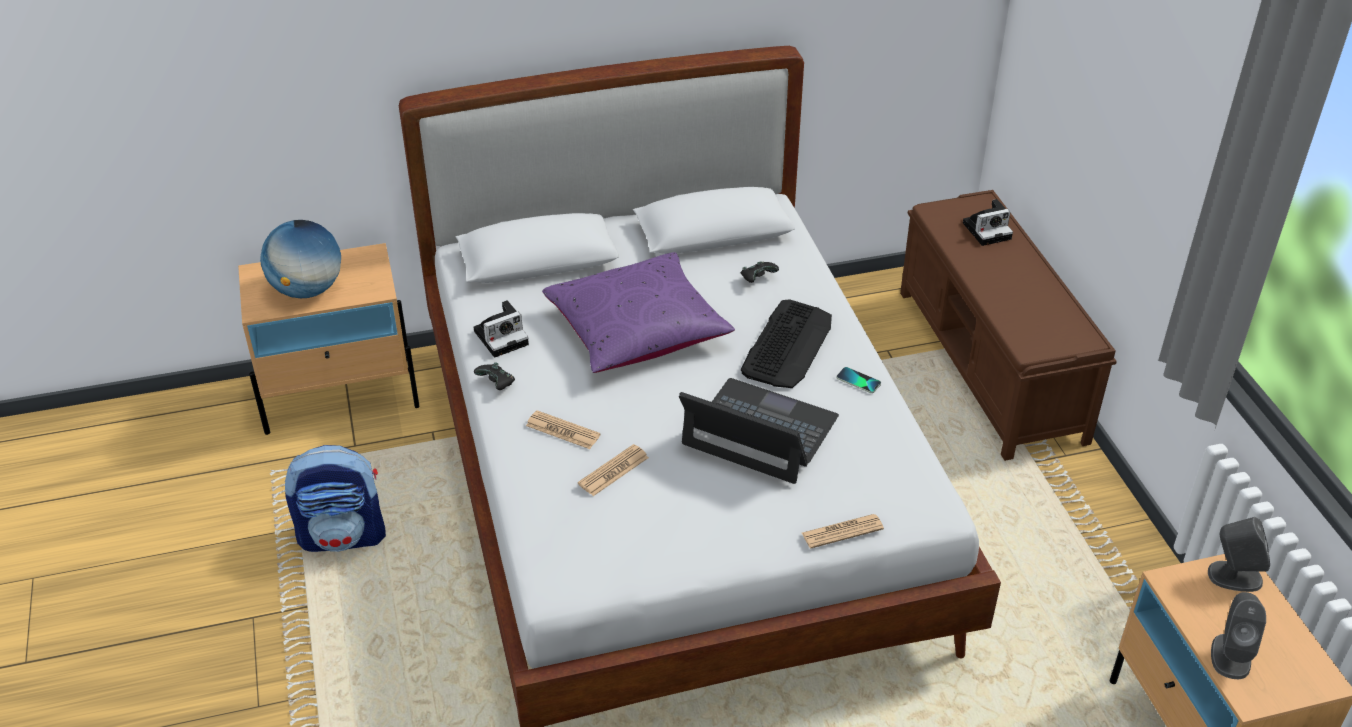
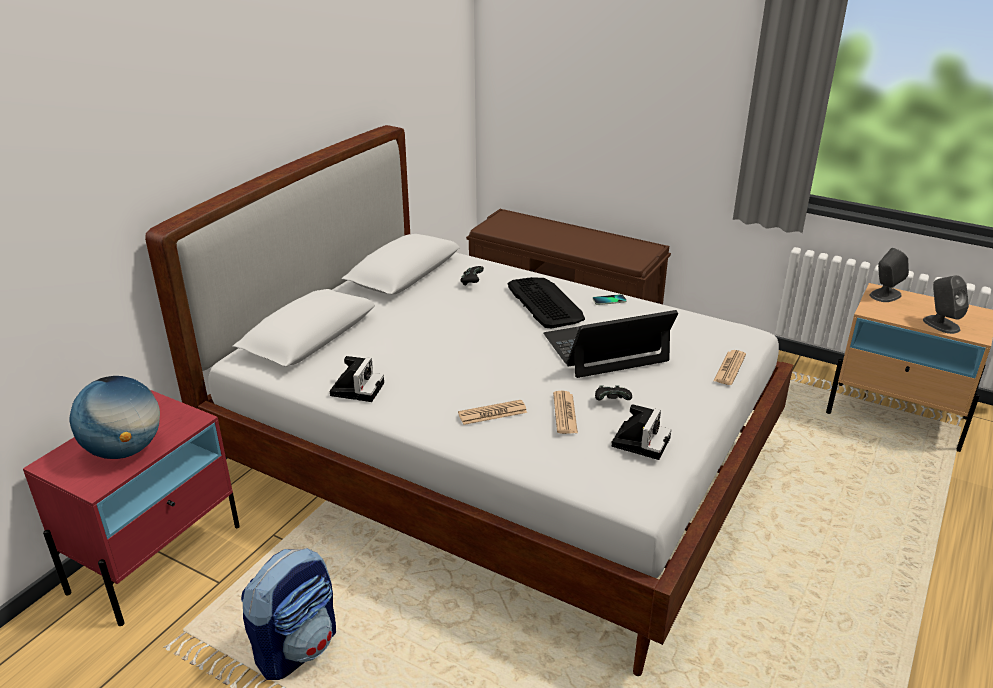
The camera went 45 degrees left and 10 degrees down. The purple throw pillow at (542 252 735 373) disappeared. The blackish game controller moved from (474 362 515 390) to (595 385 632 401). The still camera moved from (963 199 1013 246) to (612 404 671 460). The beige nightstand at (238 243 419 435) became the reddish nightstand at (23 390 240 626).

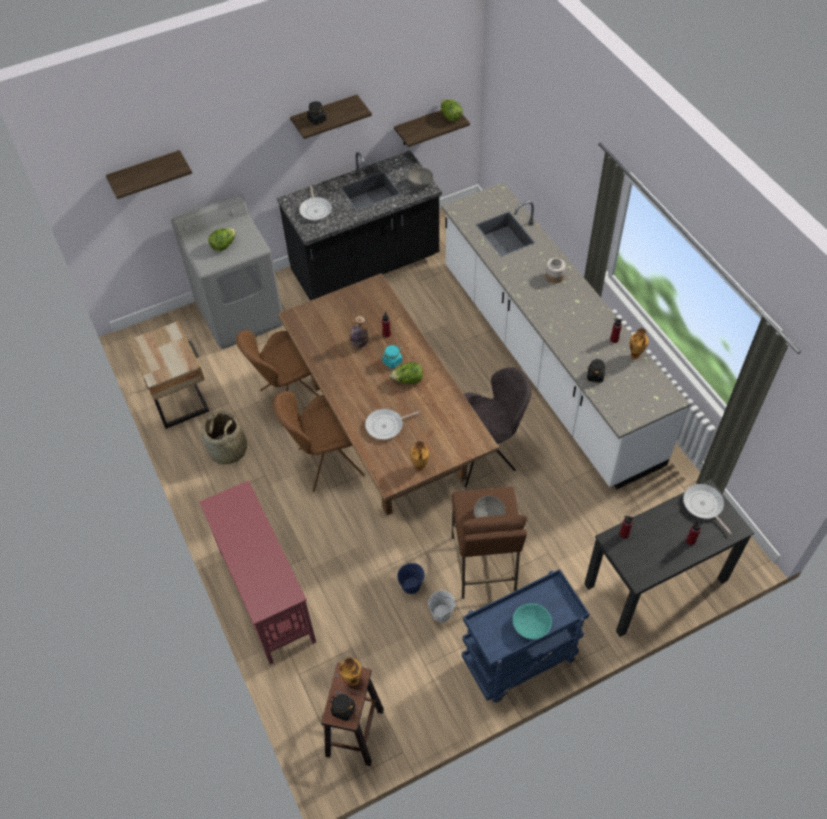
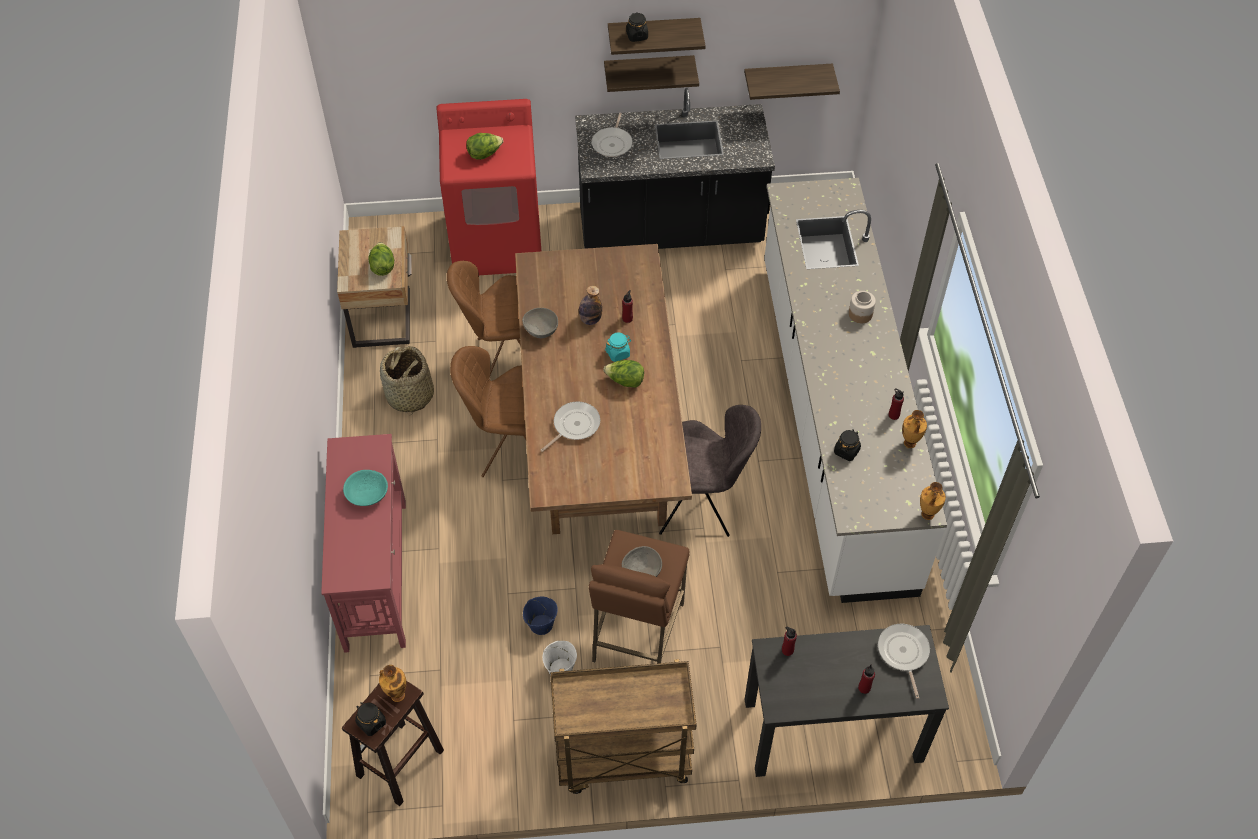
The camera went 20 degrees right and 0 degrees up. The wall shelf moved from (106 150 192 199) to (604 55 699 92). The grey bowl moved from (407 167 434 188) to (522 308 558 338). The decorative vase moved from (410 441 429 471) to (920 482 946 520). The lettuce moved from (441 100 462 122) to (368 242 394 276). The turquoise-coloured bowl moved from (513 603 552 639) to (343 470 388 506). The grey laundry appliance at (171 195 283 349) became the reddish laundry appliance at (437 99 542 275). The blue-coloured wheeled cart at (462 569 589 702) became the brownish wheeled cart at (550 659 697 794). The skillet at (365 409 421 440) turned 135 degrees clockwise.

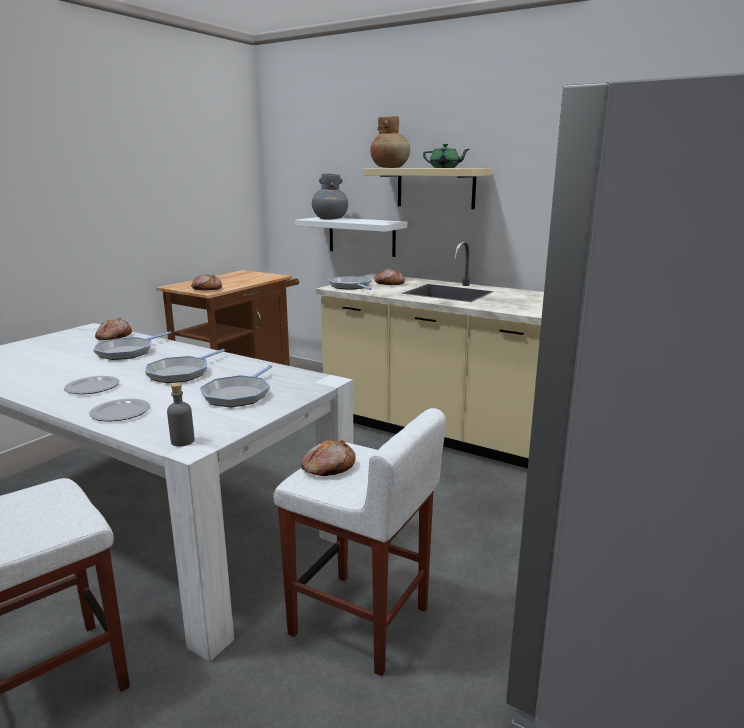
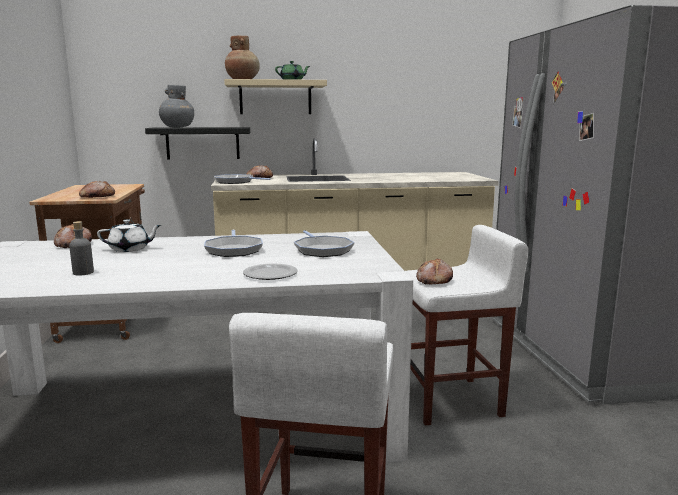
The camera went 40 degrees left and 5 degrees down. The plate at (64 376 120 394) disappeared. The grey beverage bottle moved from (167 383 195 446) to (69 221 94 275). The skillet at (93 331 172 360) was replaced by the white-coloured pot for tea at (97 219 161 252). The white-coloured wall shelf at (295 217 407 257) became the blackish wall shelf at (145 127 250 160).

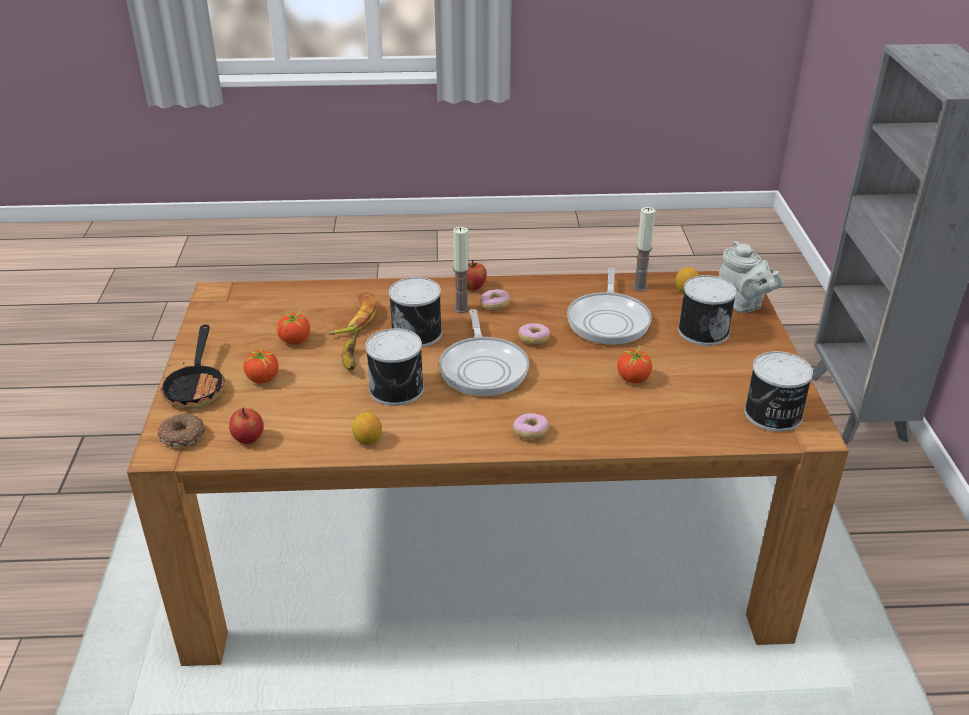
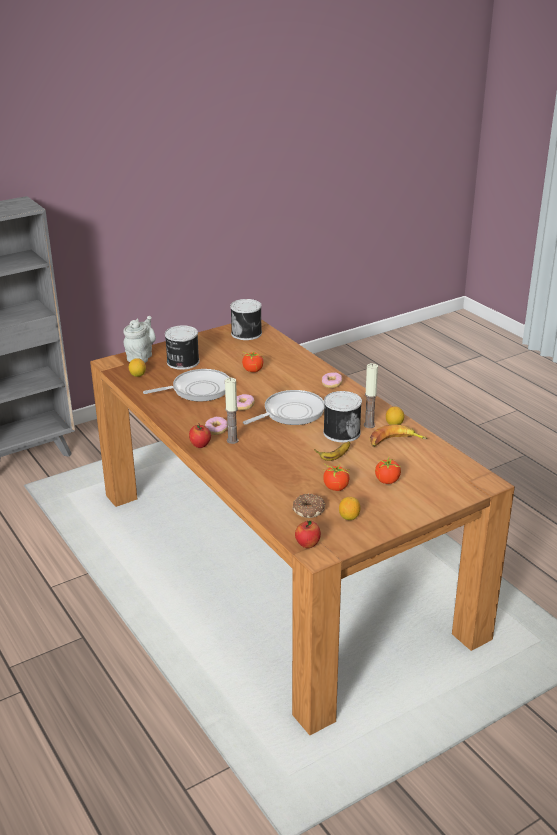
The camera went 120 degrees left and 5 degrees down. The skillet at (160 324 225 409) disappeared. The metal can at (389 277 442 347) disappeared. The citrus fruit at (339 497 360 520) appeared. The donut moved from (158 413 206 447) to (292 494 325 518). The whole apple moved from (229 408 264 444) to (295 521 321 548). The banana fruit moved from (328 292 376 335) to (370 424 427 447). The candle moved from (633 207 656 291) to (364 363 378 428).

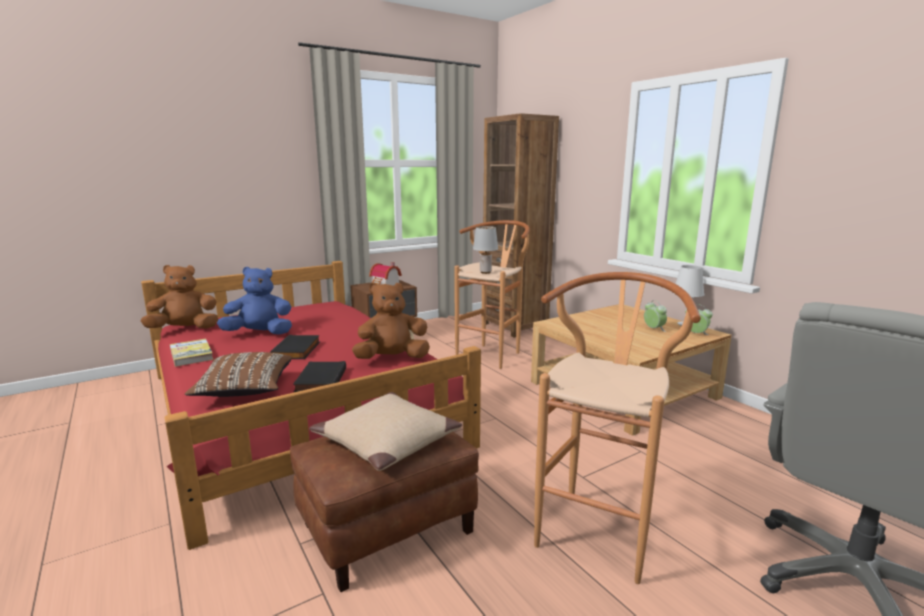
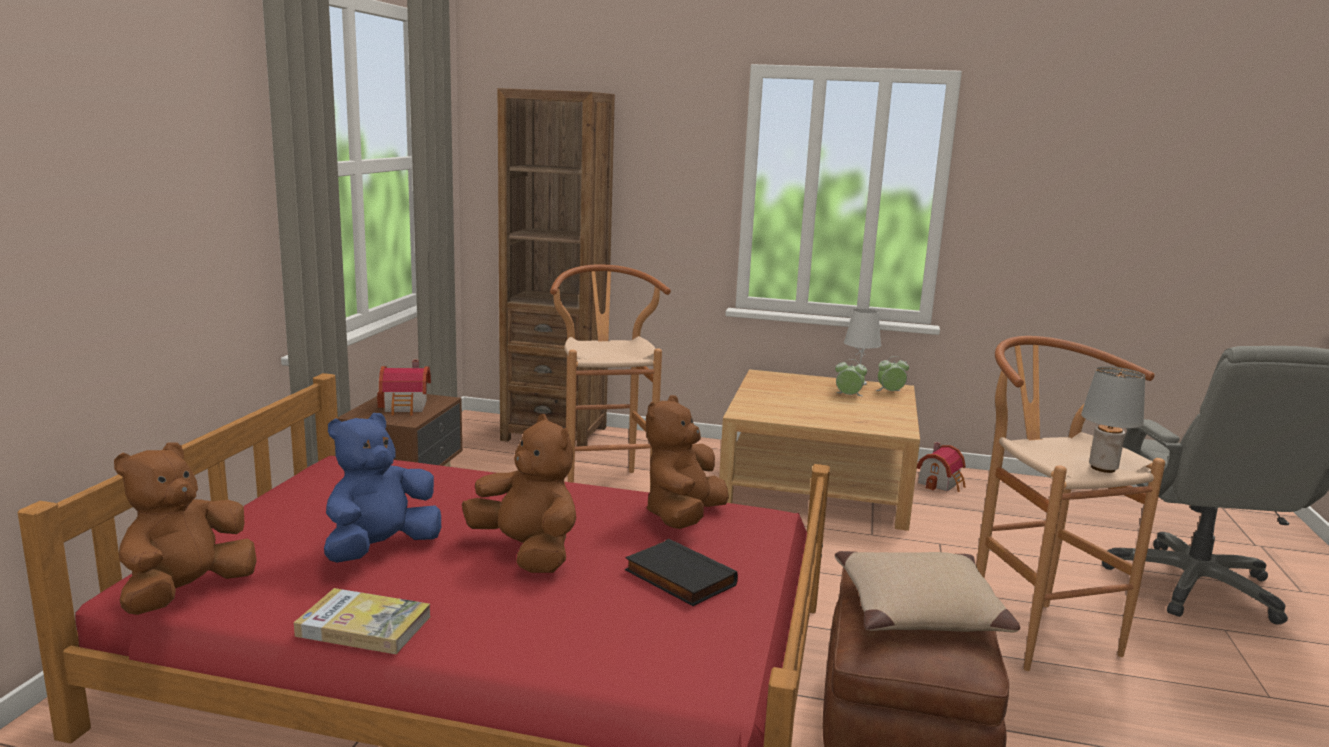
The camera went 45 degrees left and 0 degrees up. The brownish throw pillow at (185 352 292 397) disappeared. The miniature house at (917 442 966 492) appeared. The grey table lamp moved from (473 226 498 274) to (1081 367 1145 473). The blackish book at (270 335 320 359) was replaced by the brownish soft toy at (462 414 576 573).

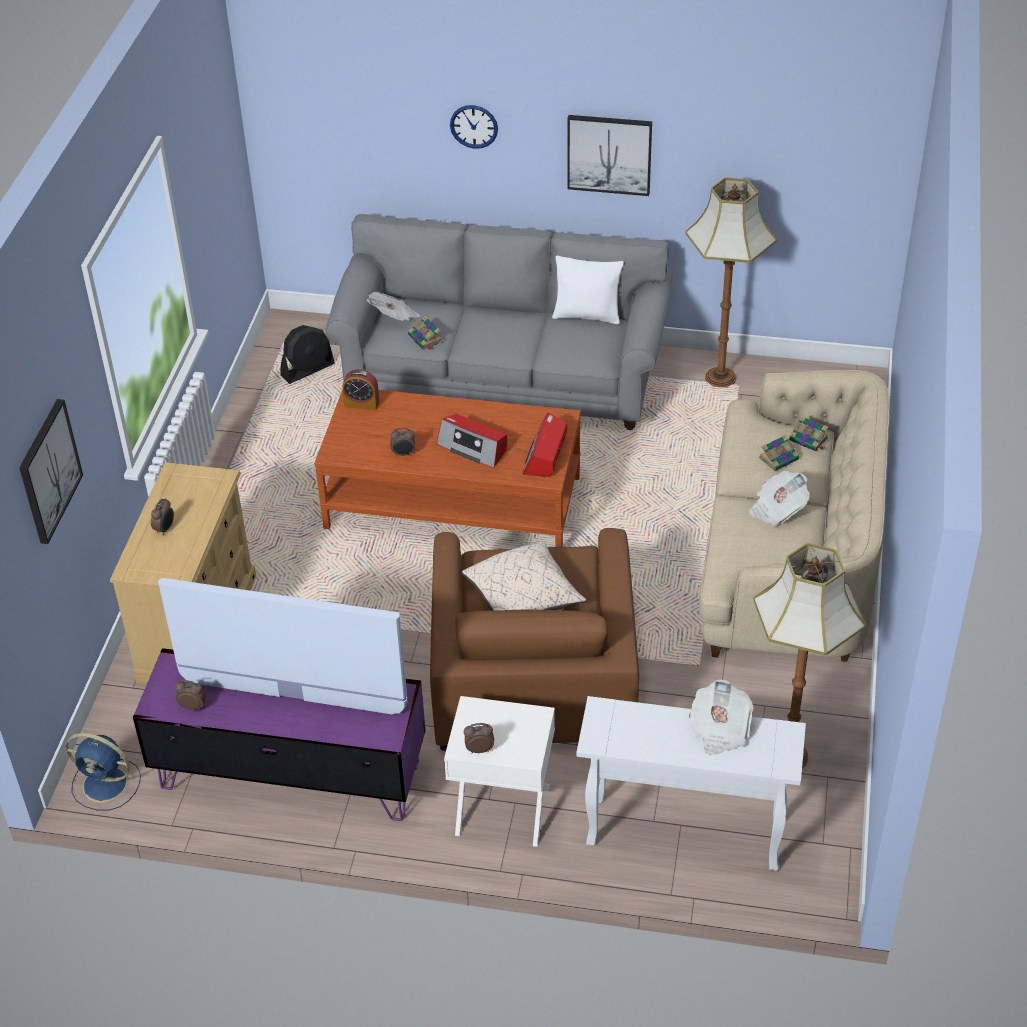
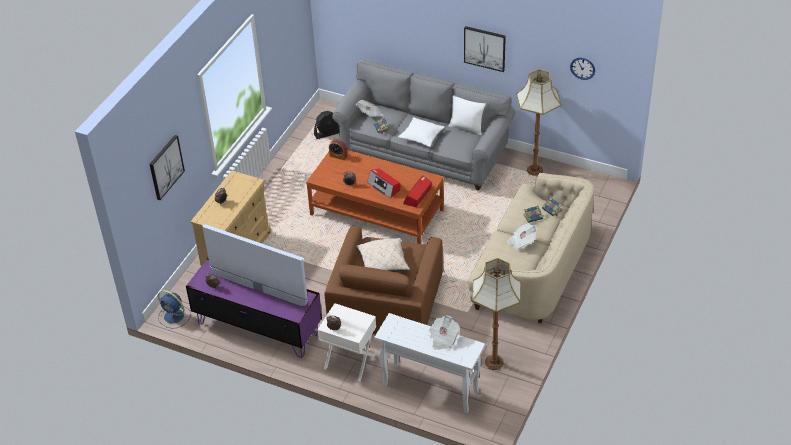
The camera went 15 degrees right and 0 degrees up. The white-coloured throw pillow at (398 117 445 147) appeared. The wall clock moved from (450 105 498 149) to (570 58 595 80).

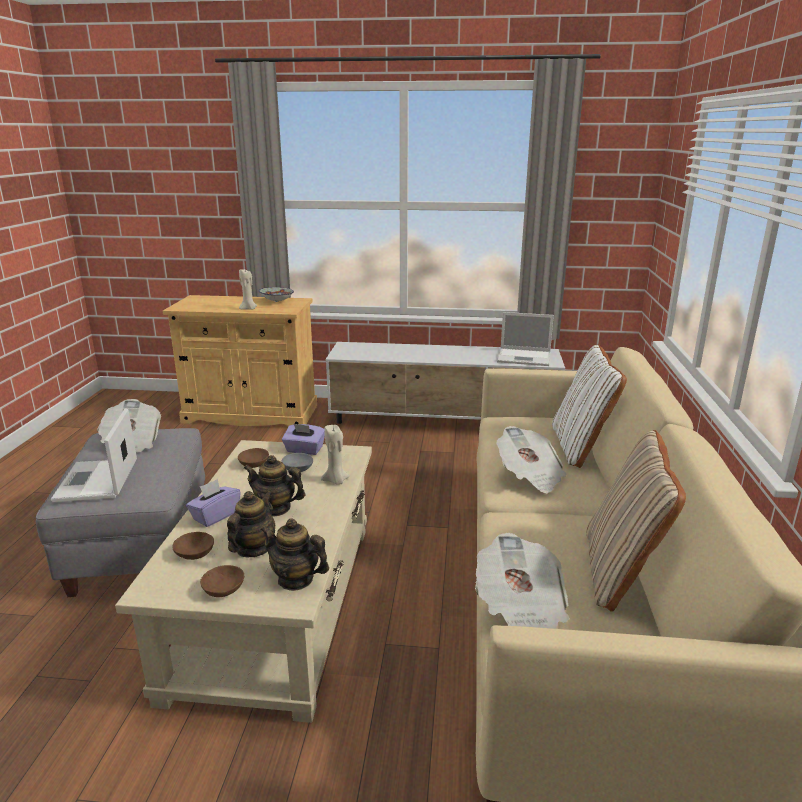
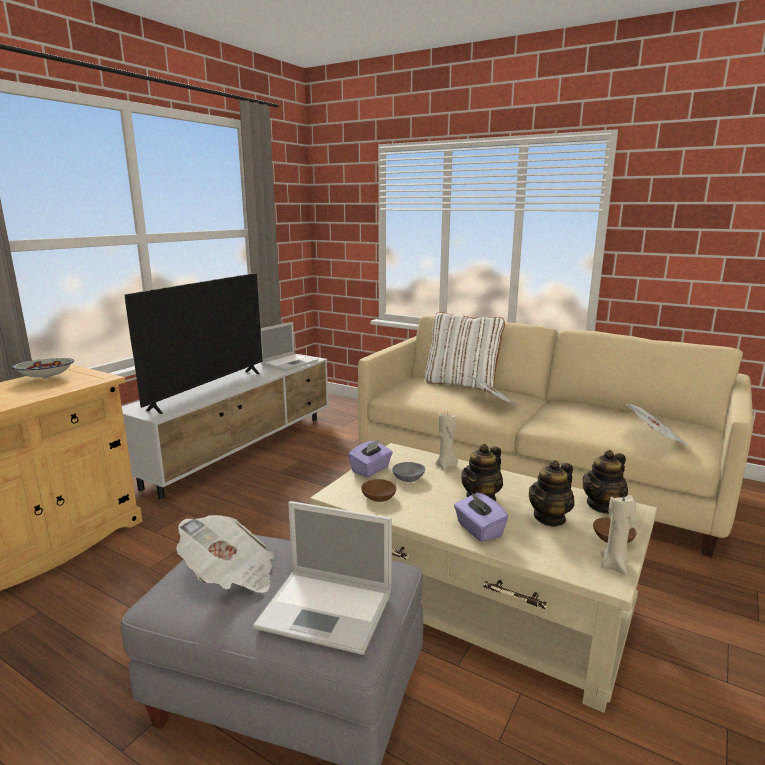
The camera went 65 degrees left and 5 degrees down. The brownish bowl at (173 532 214 560) disappeared. The beige throw pillow at (586 430 686 612) disappeared. The television at (124 273 263 414) appeared. The beige candle moved from (239 269 257 310) to (601 495 636 575). The pot for tea at (227 491 275 557) turned 90 degrees counterclockwise.

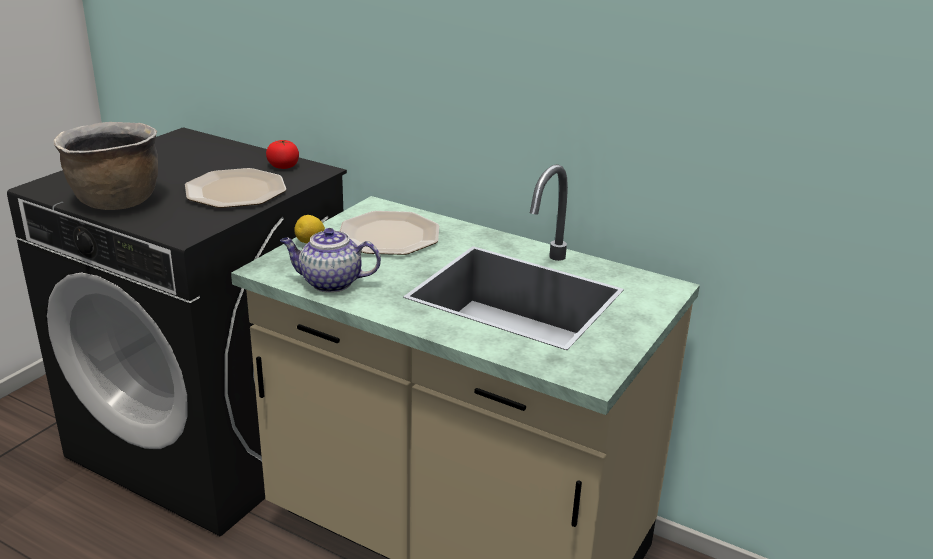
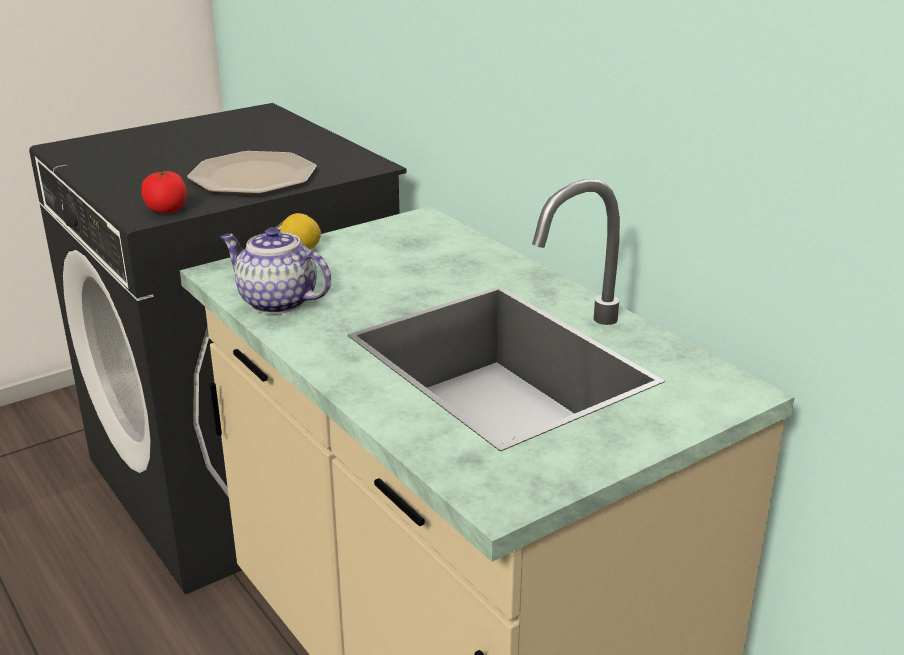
The camera went 25 degrees right and 0 degrees up. The brownish stockpot at (54 122 158 210) disappeared. The plate at (340 211 439 255) disappeared. The fresh tomato moved from (266 140 299 169) to (141 171 187 213).

